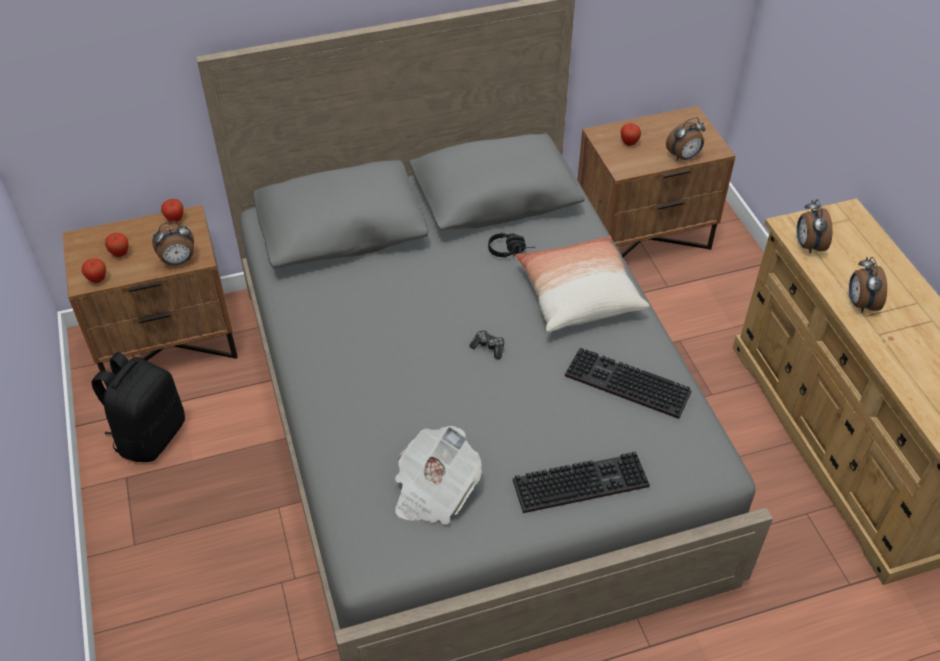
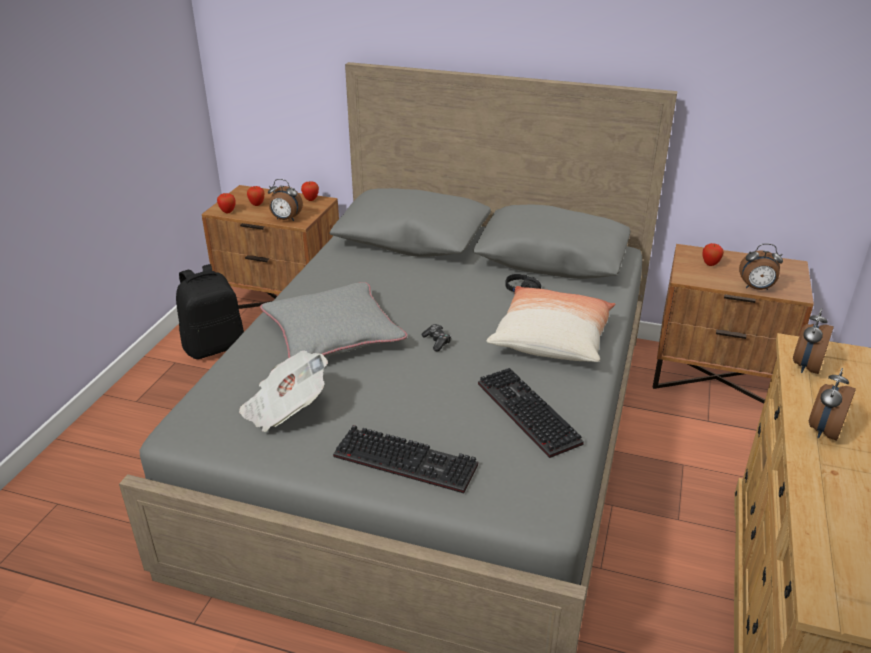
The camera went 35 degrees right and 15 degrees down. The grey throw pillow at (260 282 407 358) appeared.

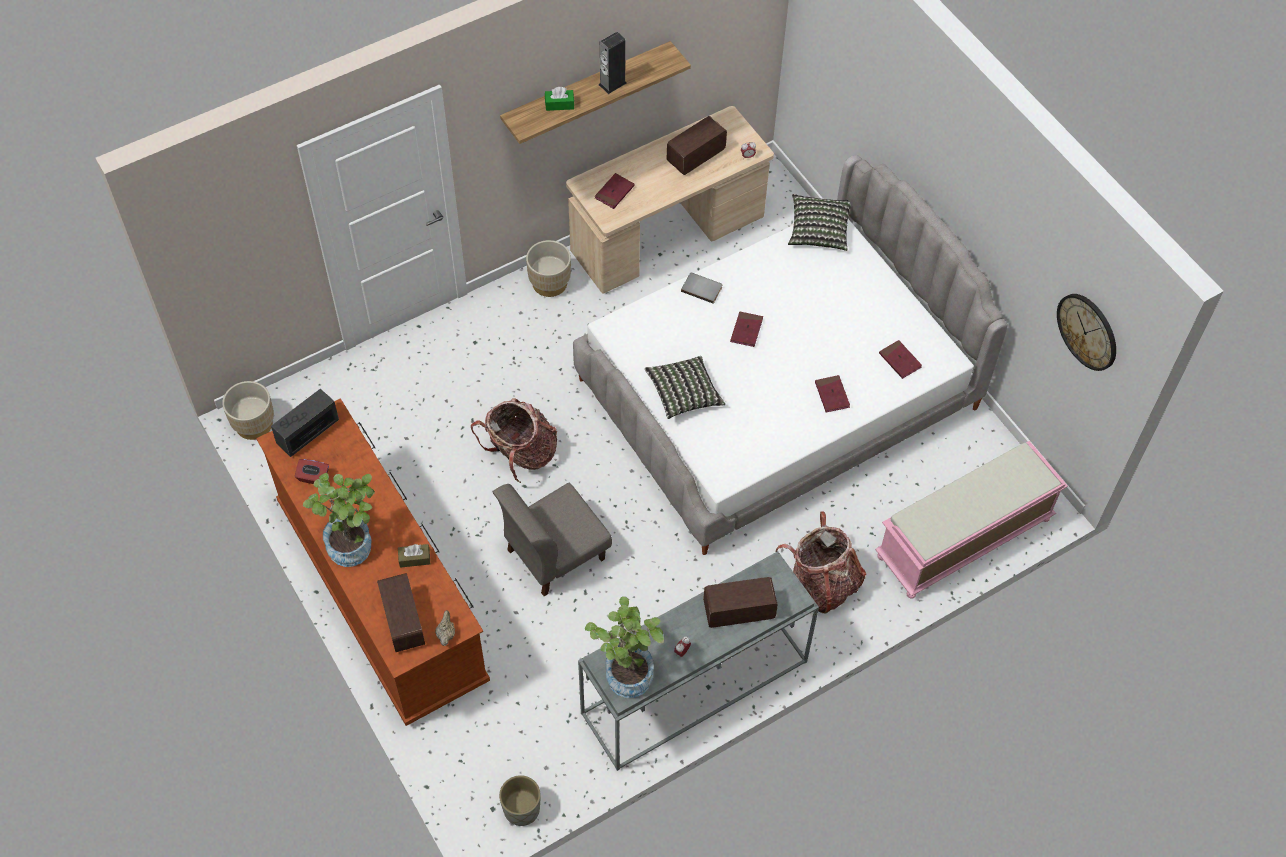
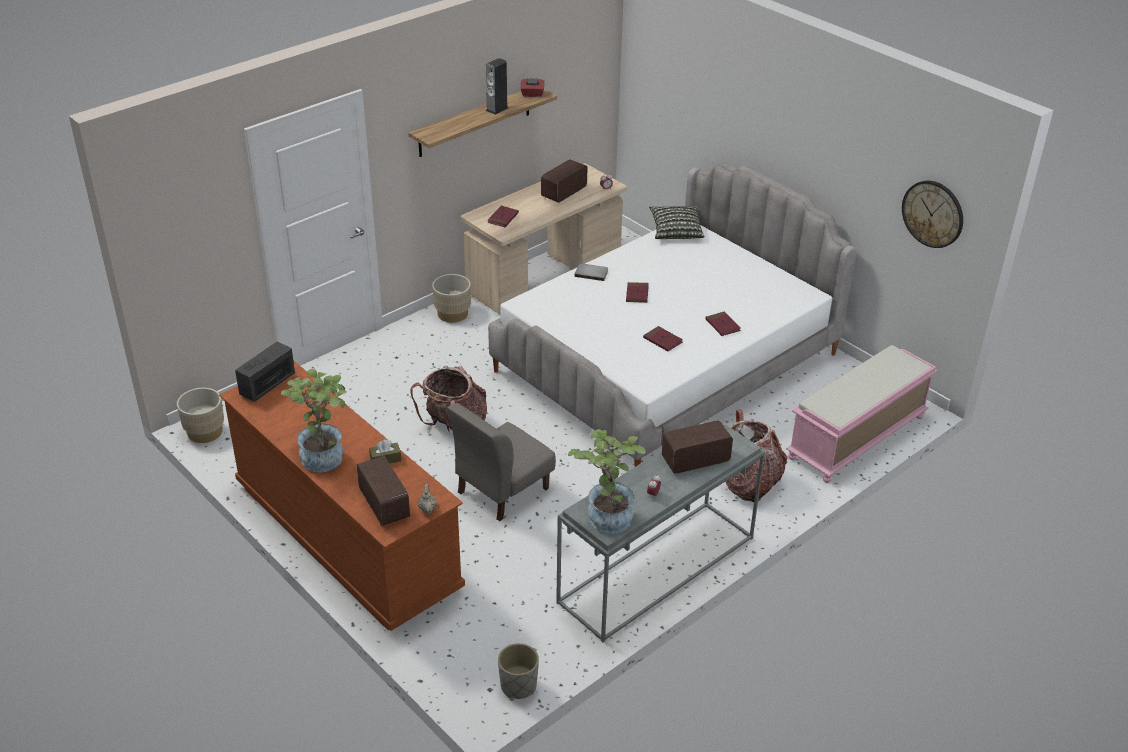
The camera went 10 degrees left and 20 degrees down. The green box of tissues at (545 87 574 111) disappeared. The throw pillow at (644 356 725 419) disappeared. The reddish box of tissues moved from (295 459 329 484) to (520 78 545 97). The reddish book moved from (879 340 922 379) to (643 326 683 351).

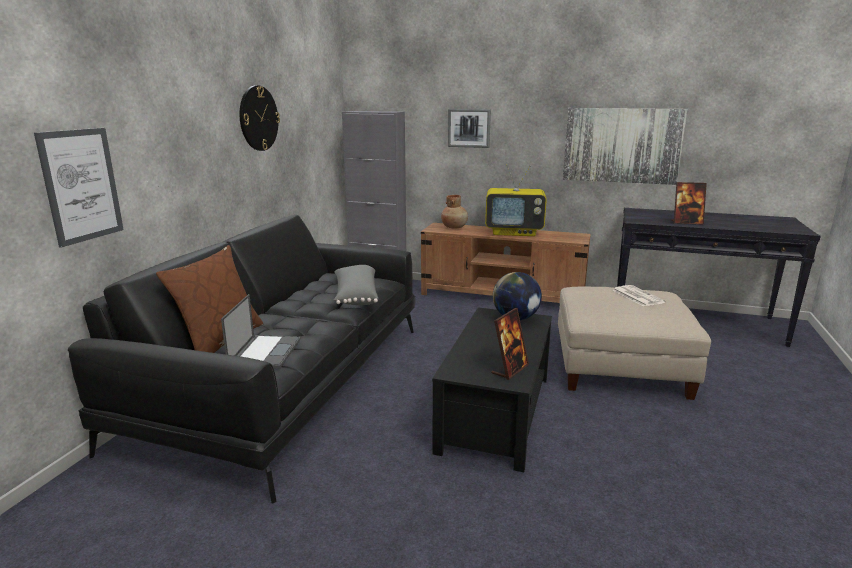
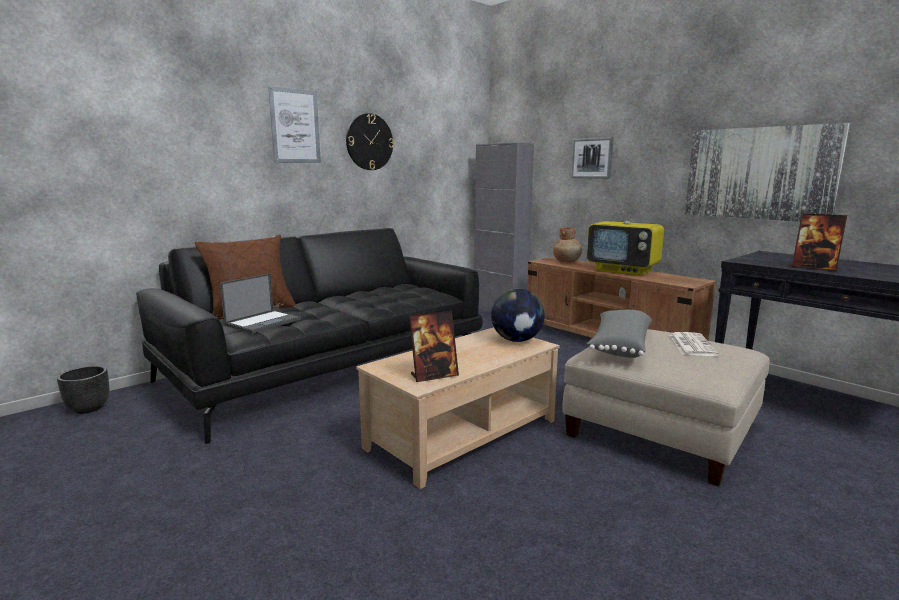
The camera went 30 degrees right and 5 degrees down. The blackish flower pot at (57 366 109 414) appeared. The wall art moved from (34 128 124 248) to (268 86 321 163). The grey throw pillow moved from (334 265 378 305) to (587 310 652 358). The blackish lounge table at (432 308 552 472) became the beige lounge table at (356 327 560 489).

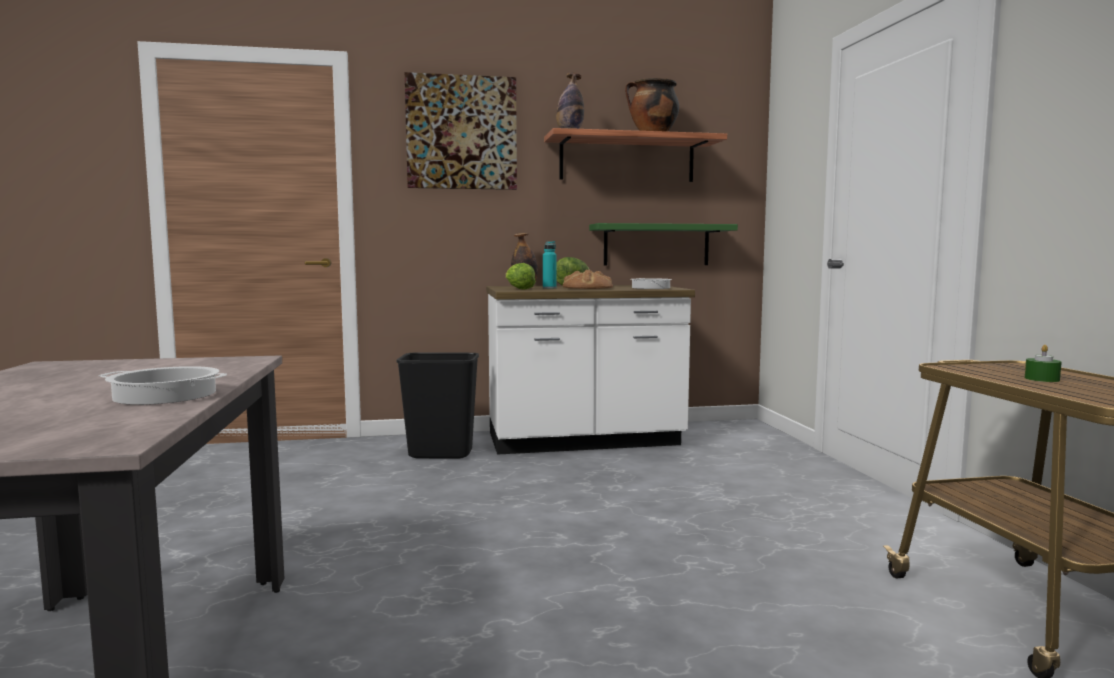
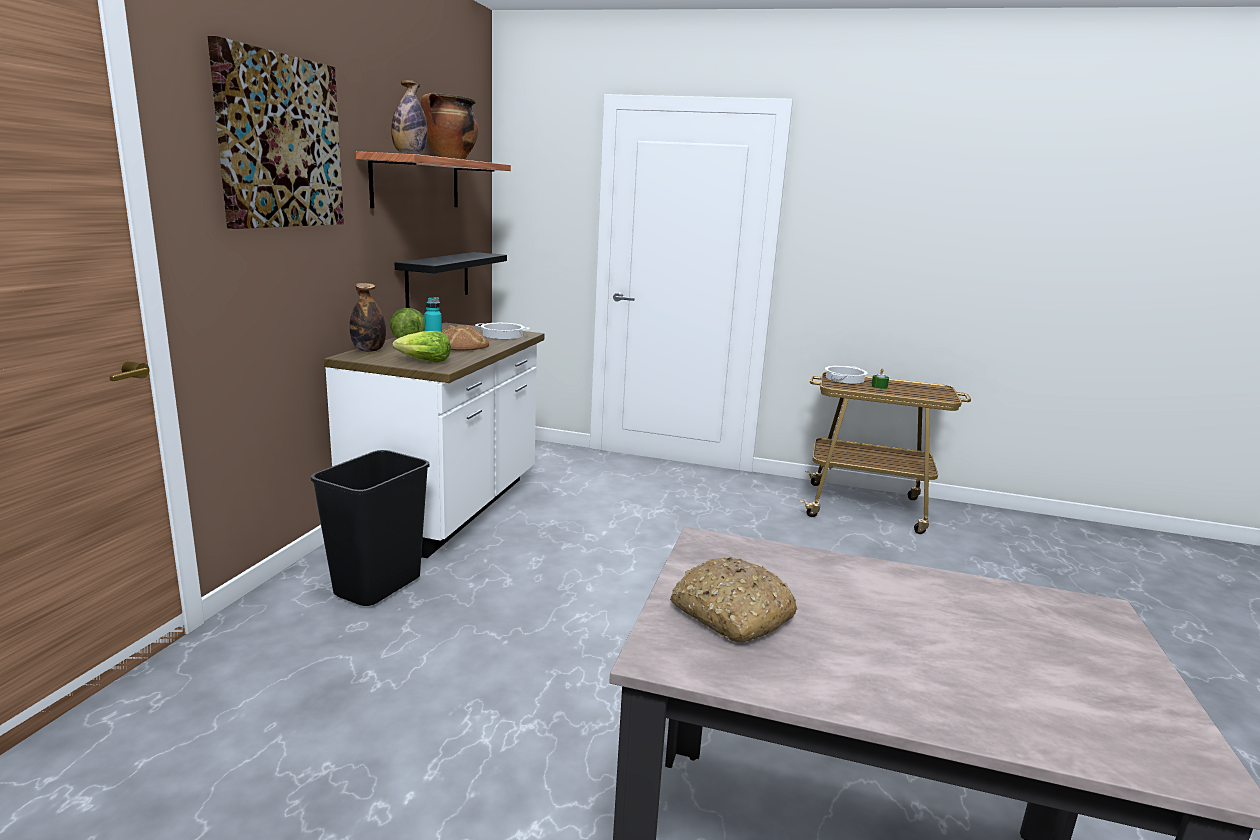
The camera went 65 degrees left and 10 degrees up. The bakery bread at (670 557 798 642) appeared. The stockpot moved from (99 366 227 405) to (825 366 867 384). The green wall shelf at (589 223 738 266) became the blackish wall shelf at (395 252 507 308).

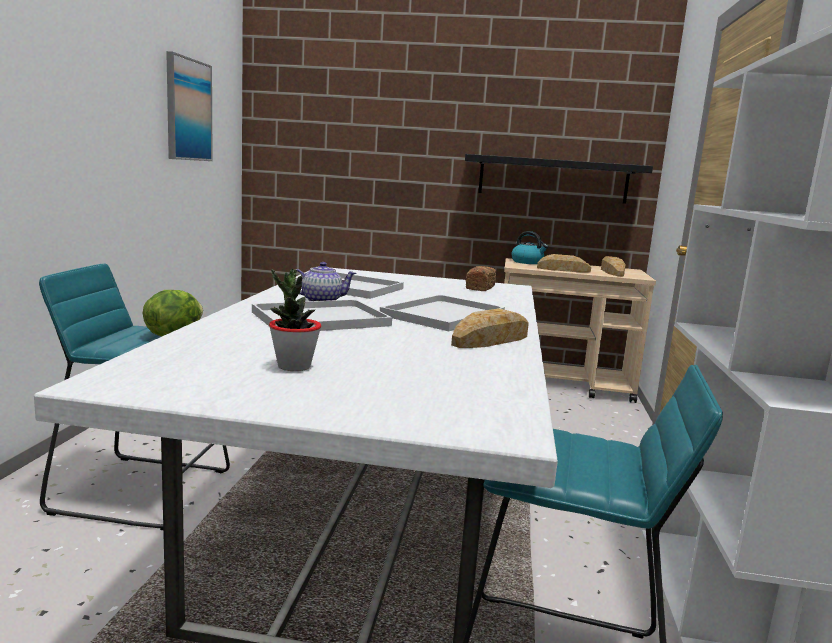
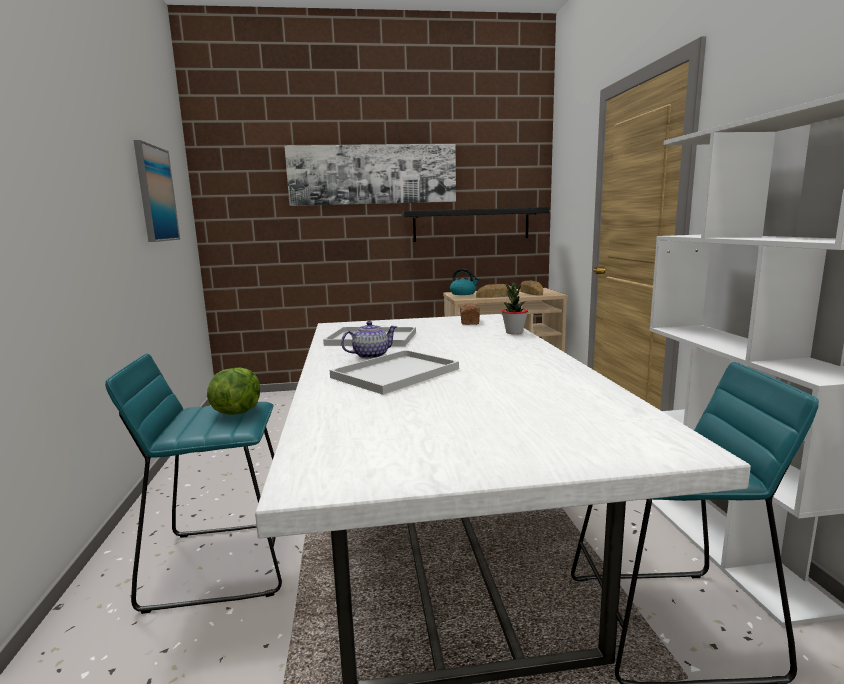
The camera went 15 degrees left and 0 degrees up. The white-coloured tray at (380 295 505 331) disappeared. The bakery bread at (451 308 529 348) disappeared. The wall art at (284 144 456 206) appeared. The houseplant moved from (269 269 321 371) to (502 282 528 334).

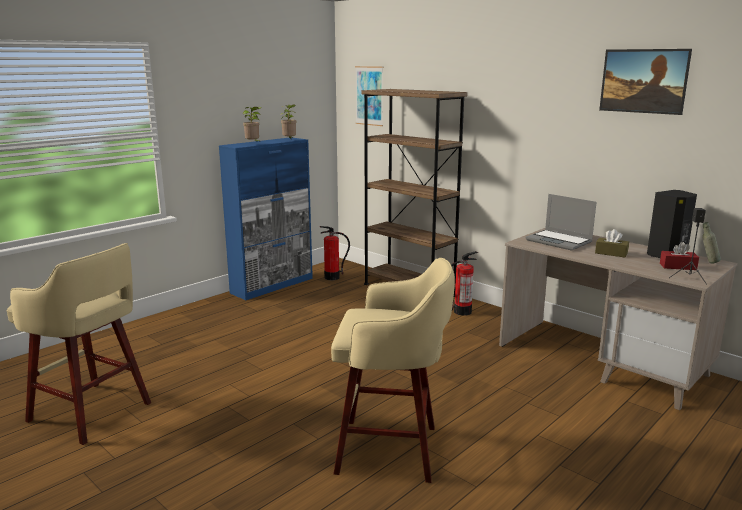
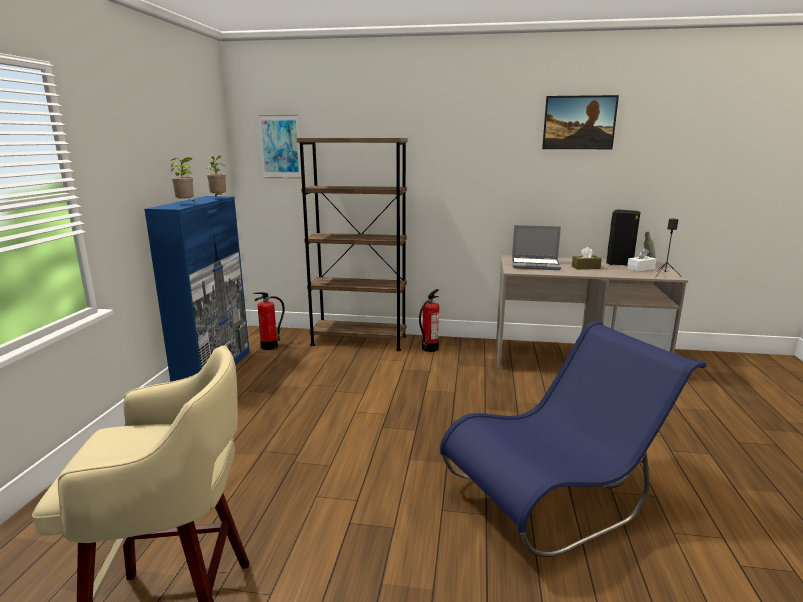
The camera went 35 degrees left and 0 degrees up. The beige sitting stool at (331 258 455 483) was replaced by the blue-coloured upright chair at (440 321 707 557). The reddish box of tissues at (660 242 699 270) became the white-coloured box of tissues at (627 249 657 272).

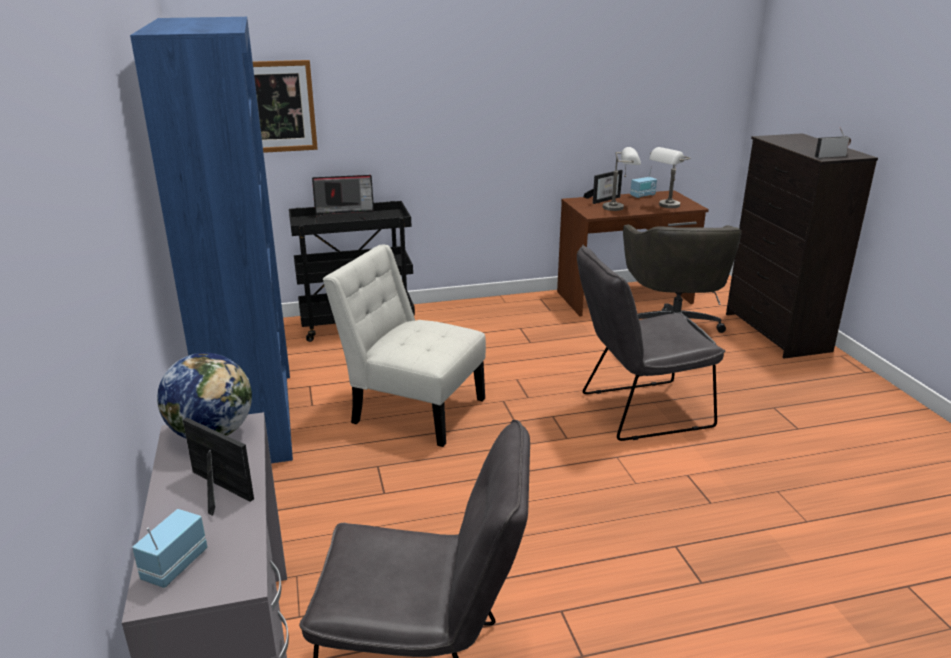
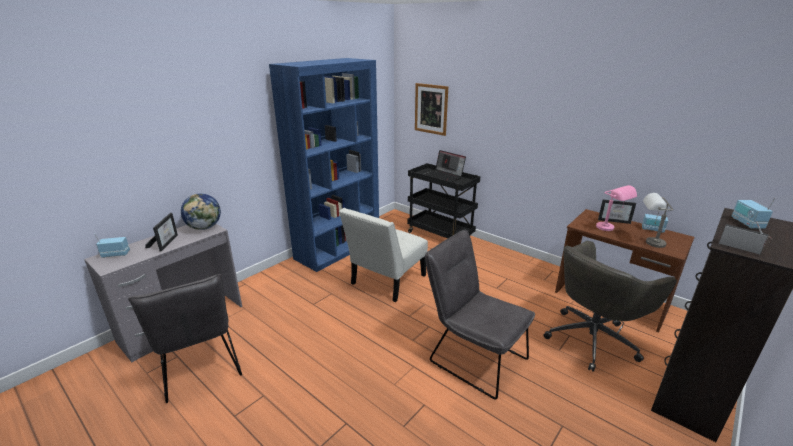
The camera went 55 degrees right and 0 degrees up. The radio set at (732 198 775 229) appeared. The grey table lamp at (603 147 641 211) became the pinkish table lamp at (596 185 637 231). The white-coloured upright chair at (323 245 486 447) turned 135 degrees counterclockwise.

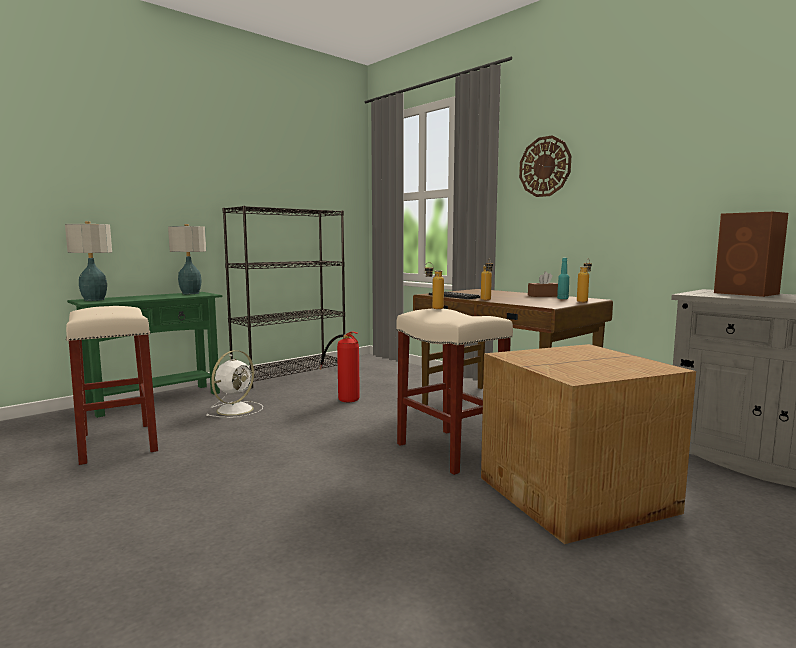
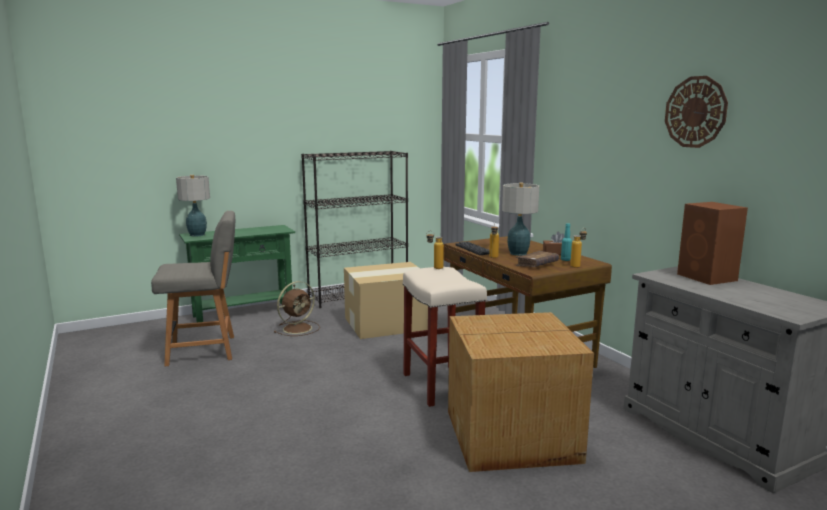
The camera went 15 degrees right and 5 degrees up. The brownish book at (516 251 559 267) appeared. The table lamp moved from (168 224 206 294) to (502 183 539 256). The wall clock moved from (519 135 571 197) to (665 76 728 148). The beige sitting stool at (66 306 158 465) was replaced by the grey upright chair at (151 211 235 367). The extinguisher at (319 332 360 402) was replaced by the carton at (344 262 428 339). The white-coloured fan at (206 350 263 418) became the brownish fan at (274 281 320 336).

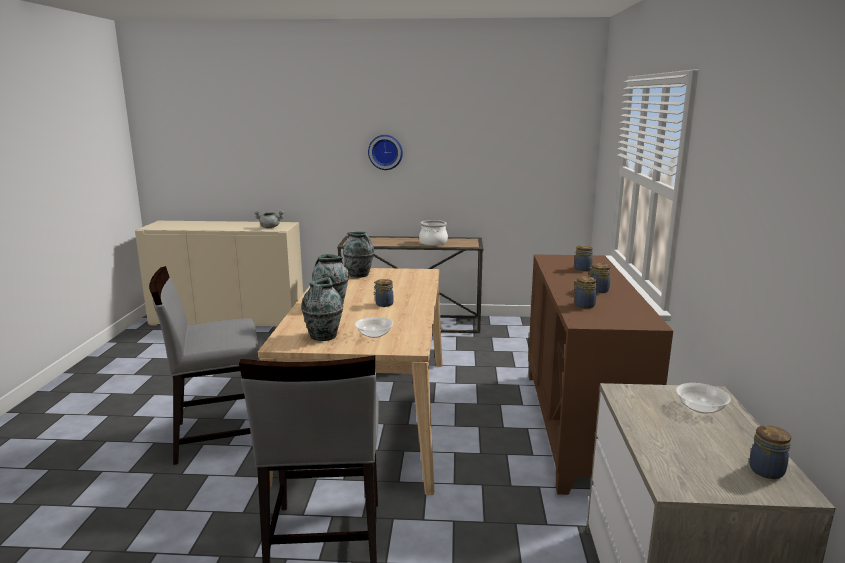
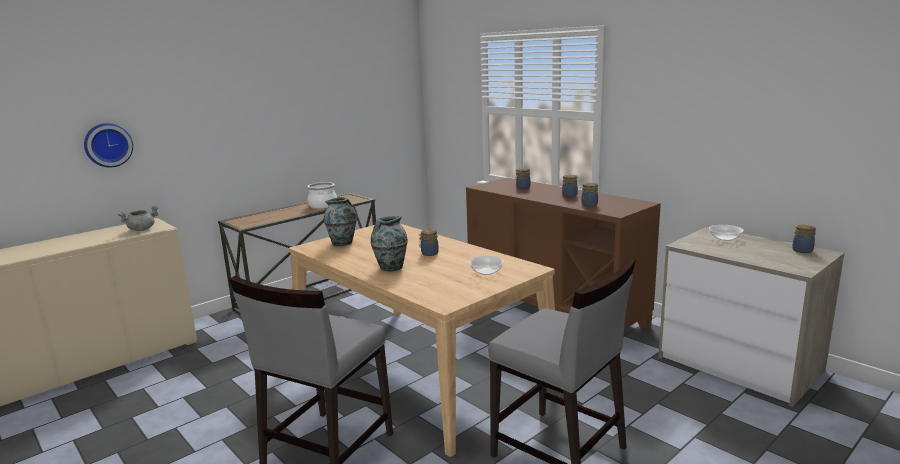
The camera went 45 degrees left and 0 degrees up. The decorative vase at (301 277 343 341) disappeared. The wall clock moved from (368 135 403 170) to (84 123 133 168).

